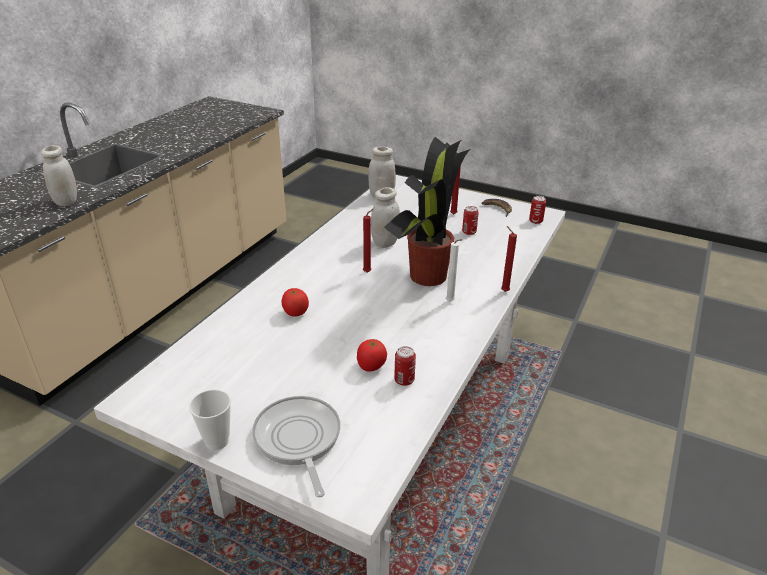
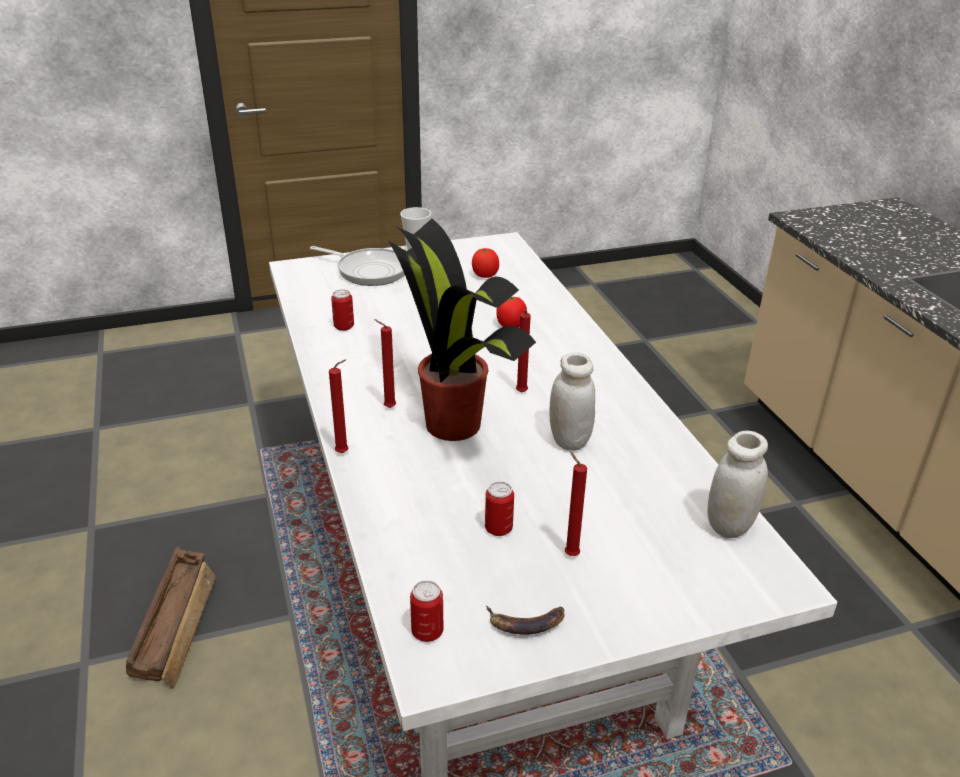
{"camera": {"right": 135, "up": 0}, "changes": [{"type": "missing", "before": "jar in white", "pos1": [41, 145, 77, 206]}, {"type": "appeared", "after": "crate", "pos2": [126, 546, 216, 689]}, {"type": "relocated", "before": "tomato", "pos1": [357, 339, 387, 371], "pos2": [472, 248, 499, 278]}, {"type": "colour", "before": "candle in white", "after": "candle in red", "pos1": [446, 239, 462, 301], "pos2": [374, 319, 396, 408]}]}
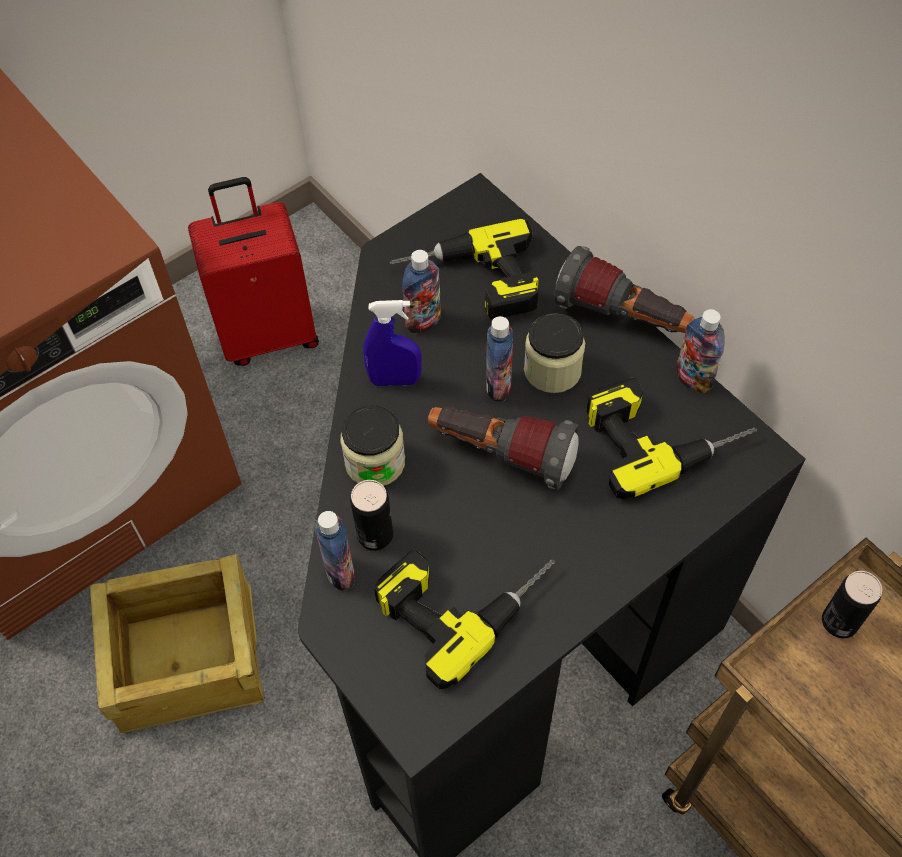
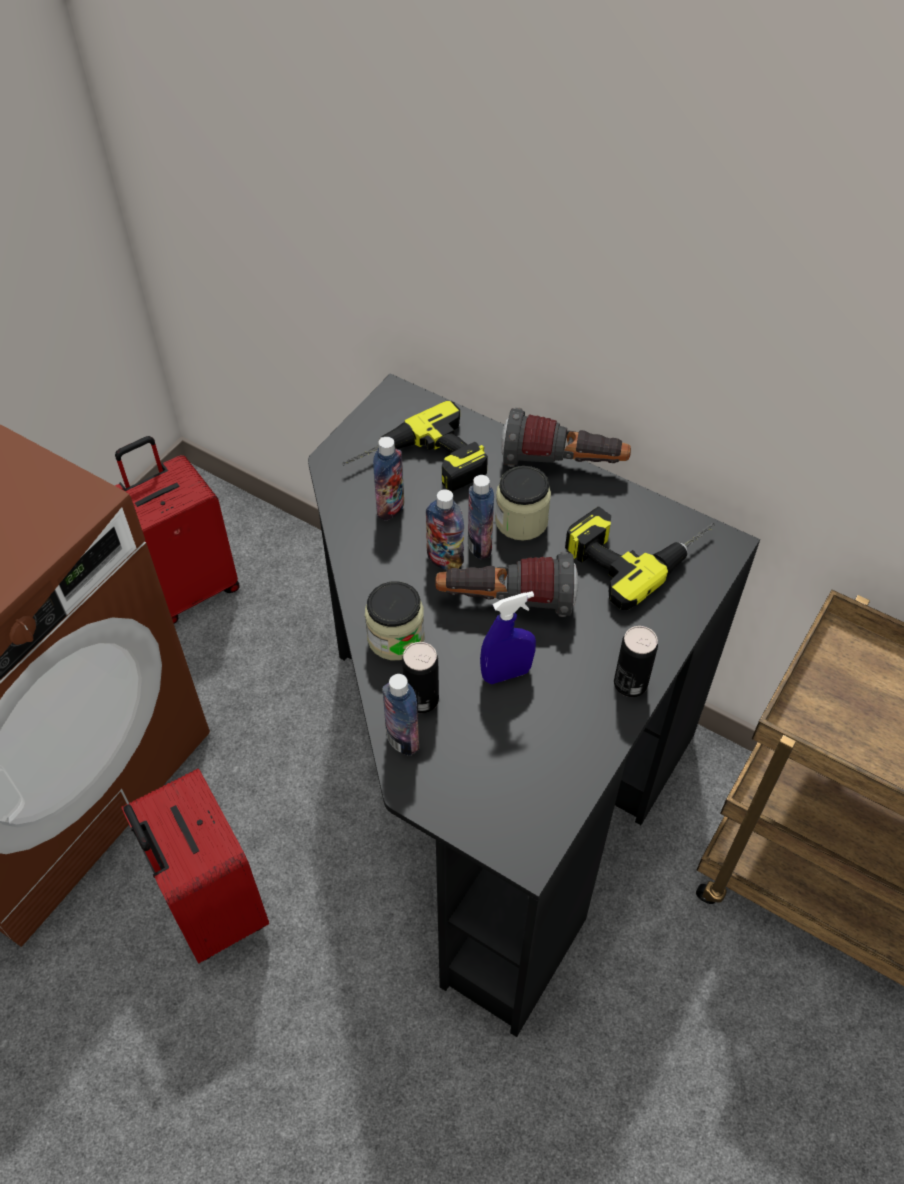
{"camera": {"right": -20, "up": -5}, "changes": [{"type": "missing", "before": "power drill", "pos1": [374, 550, 555, 689]}, {"type": "relocated", "before": "spray bottle in blue", "pos1": [363, 300, 422, 386], "pos2": [480, 591, 536, 684]}, {"type": "relocated", "before": "bottle", "pos1": [676, 309, 725, 394], "pos2": [426, 489, 464, 570]}, {"type": "relocated", "before": "can", "pos1": [822, 571, 882, 638], "pos2": [614, 626, 658, 697]}, {"type": "exchanged", "before": "crate", "after": "suitcase in red", "pos1": [90, 554, 264, 733], "pos2": [121, 768, 269, 964]}]}
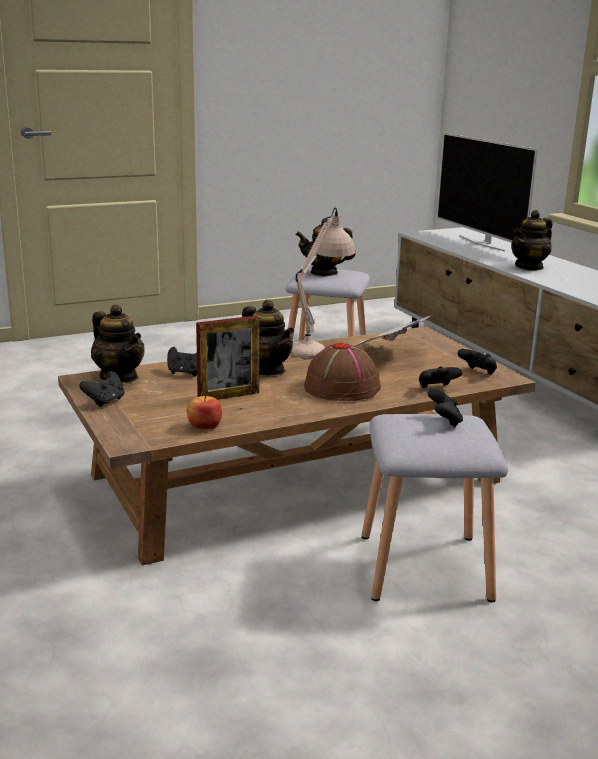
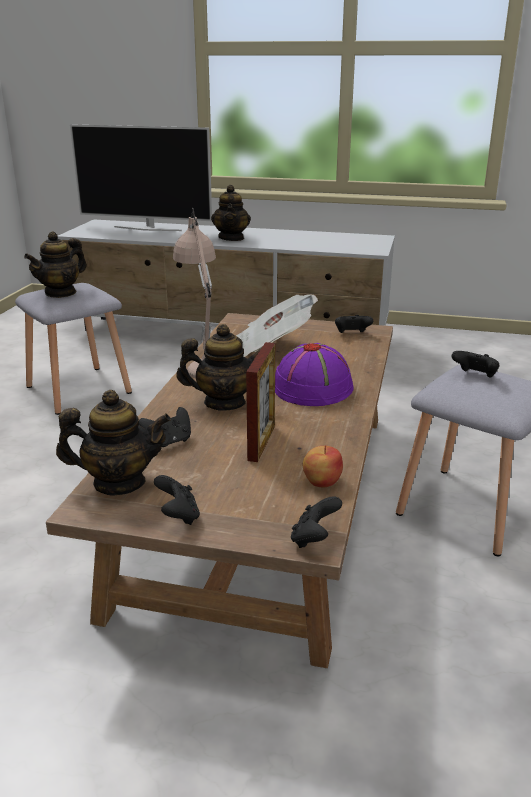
{"camera": {"right": -50, "up": 5}, "changes": [{"type": "relocated", "before": "game controller in black", "pos1": [419, 366, 462, 388], "pos2": [291, 497, 342, 548]}, {"type": "colour", "before": "hat in brown", "after": "hat in purple", "pos1": [304, 343, 381, 401], "pos2": [275, 343, 354, 406]}]}
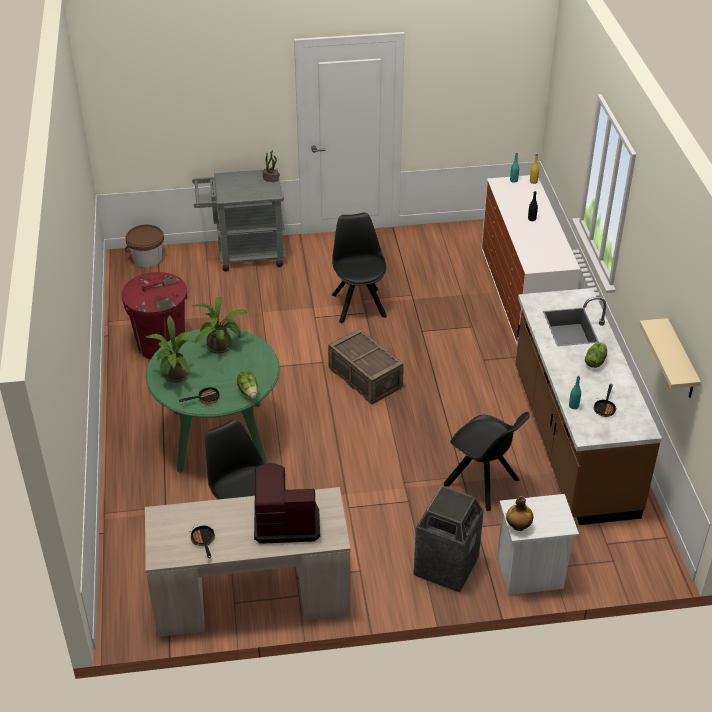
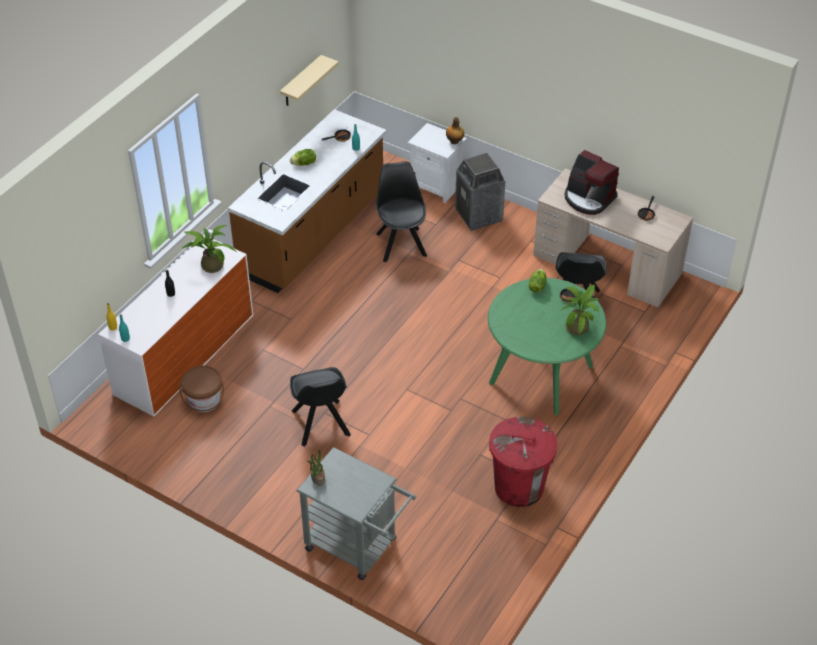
{"camera": {"right": -140, "up": 5}, "changes": [{"type": "missing", "before": "crate", "pos1": [328, 329, 404, 404]}, {"type": "relocated", "before": "bucket in brown", "pos1": [125, 225, 164, 267], "pos2": [180, 365, 224, 412]}, {"type": "relocated", "before": "potted plant", "pos1": [192, 297, 252, 354], "pos2": [182, 225, 237, 273]}, {"type": "spun", "before": "chair in black", "pos1": [332, 213, 387, 323], "pos2": [290, 367, 351, 447], "turn": -45}]}
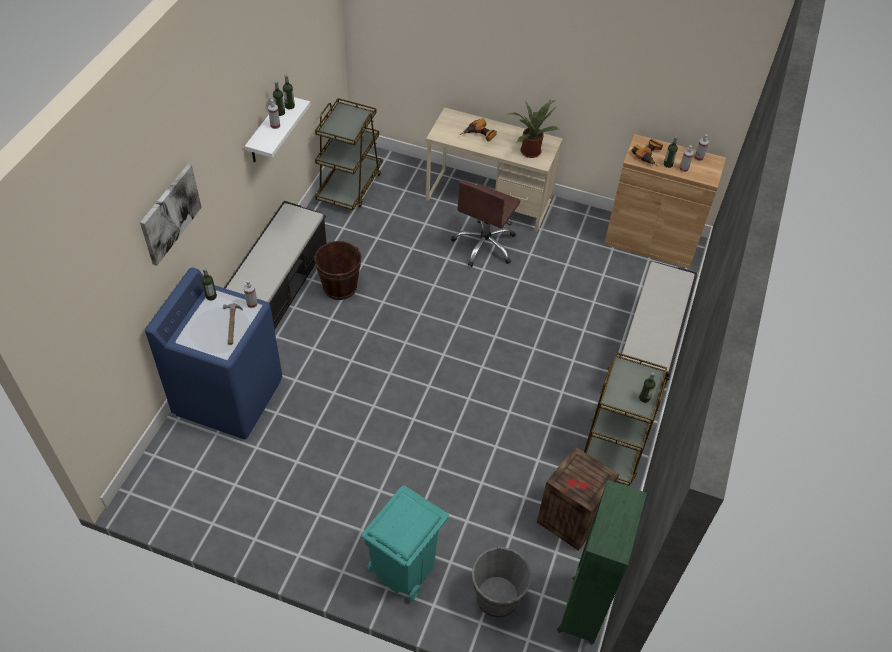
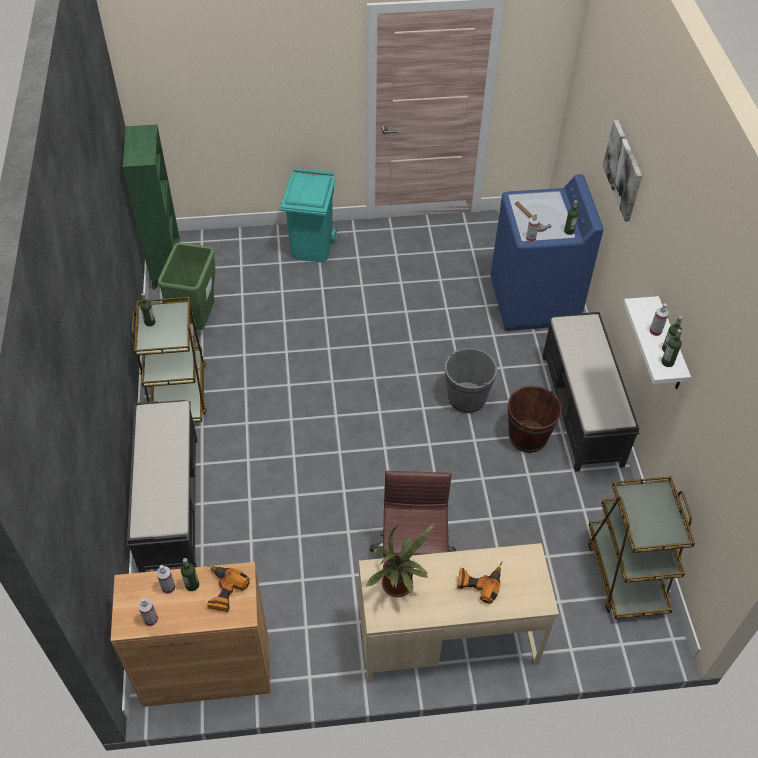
{"camera": {"right": 155, "up": 0}, "changes": [{"type": "relocated", "before": "bucket in grey", "pos1": [472, 546, 532, 618], "pos2": [445, 348, 497, 413]}, {"type": "exchanged", "before": "crate", "after": "trash can in green", "pos1": [537, 446, 619, 551], "pos2": [158, 243, 215, 330]}]}
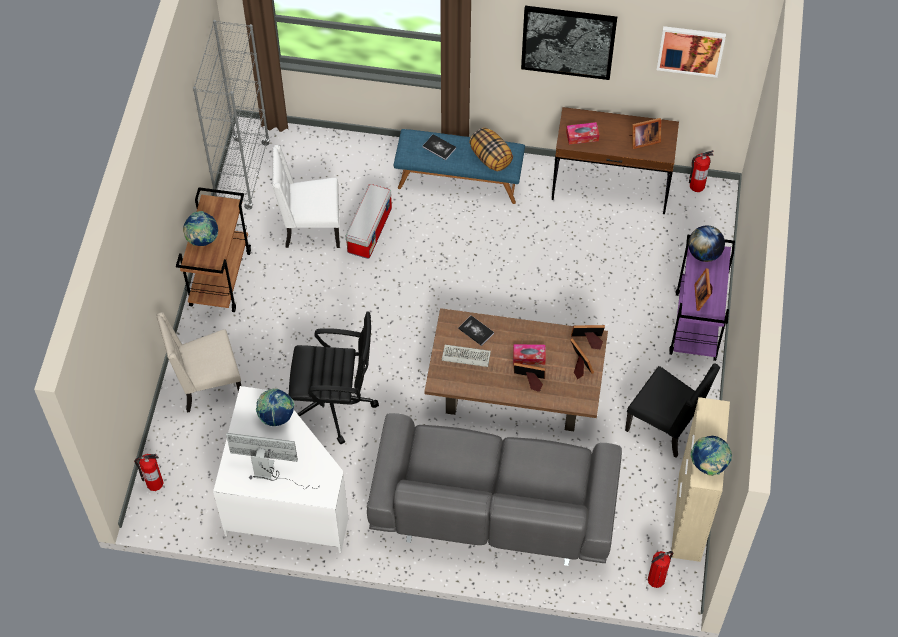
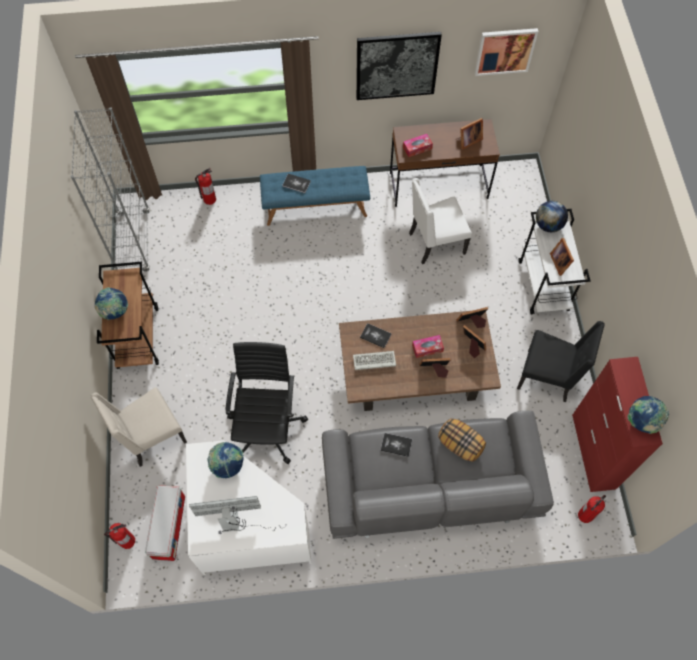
{"camera": {"right": -15, "up": 5}, "changes": [{"type": "appeared", "after": "book", "pos2": [381, 433, 412, 457]}, {"type": "relocated", "before": "chair in white", "pos1": [273, 145, 340, 248], "pos2": [409, 178, 472, 264]}, {"type": "relocated", "before": "storage box", "pos1": [345, 184, 392, 259], "pos2": [145, 485, 185, 561]}, {"type": "relocated", "before": "pillow", "pos1": [469, 128, 513, 171], "pos2": [438, 418, 486, 462]}, {"type": "relocated", "before": "fire extinguisher", "pos1": [689, 150, 714, 192], "pos2": [195, 168, 216, 205]}, {"type": "colour", "before": "cart in purple", "after": "cart in white", "pos1": [669, 235, 735, 361], "pos2": [518, 209, 591, 314]}, {"type": "colour", "before": "cabinet in beige", "after": "cabinet in red", "pos1": [671, 397, 730, 562], "pos2": [572, 357, 663, 492]}, {"type": "spun", "before": "office chair in black", "pos1": [289, 311, 379, 444], "pos2": [225, 342, 308, 464], "turn": -75}]}
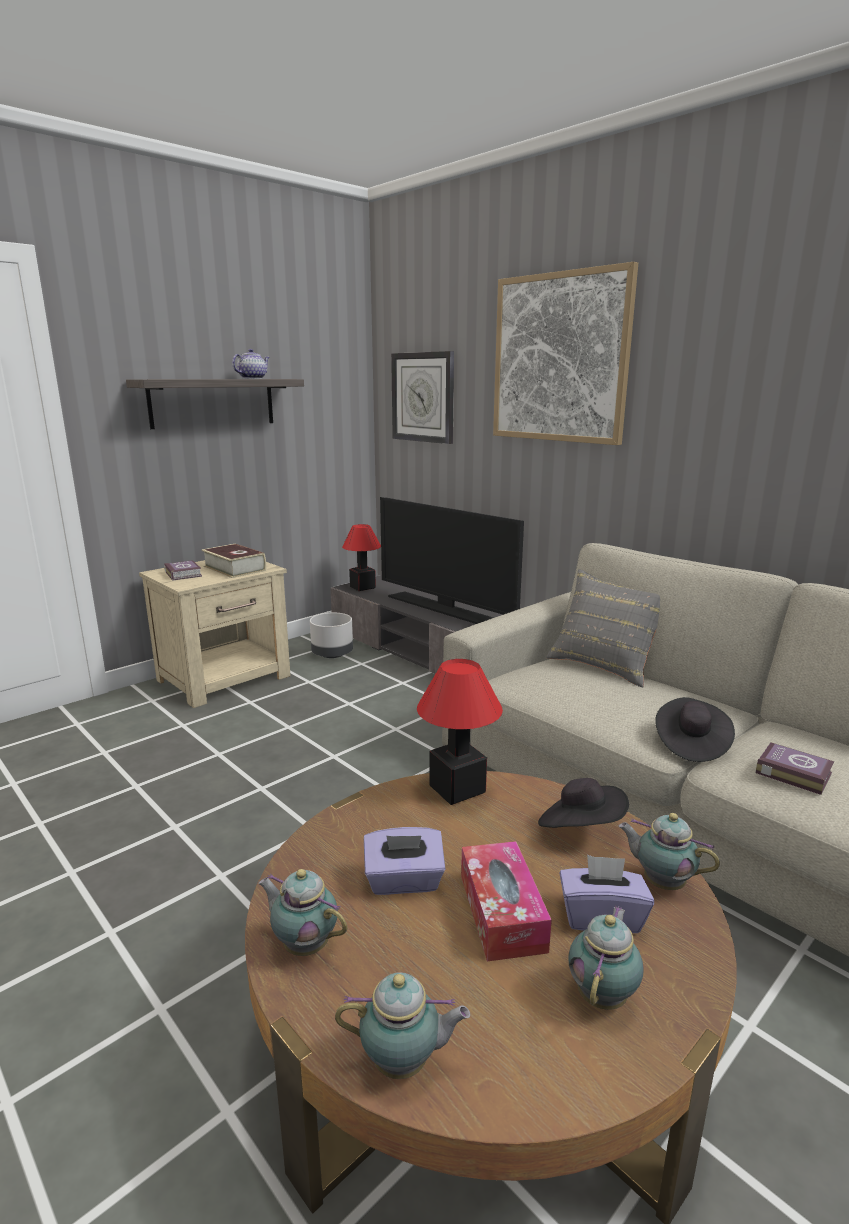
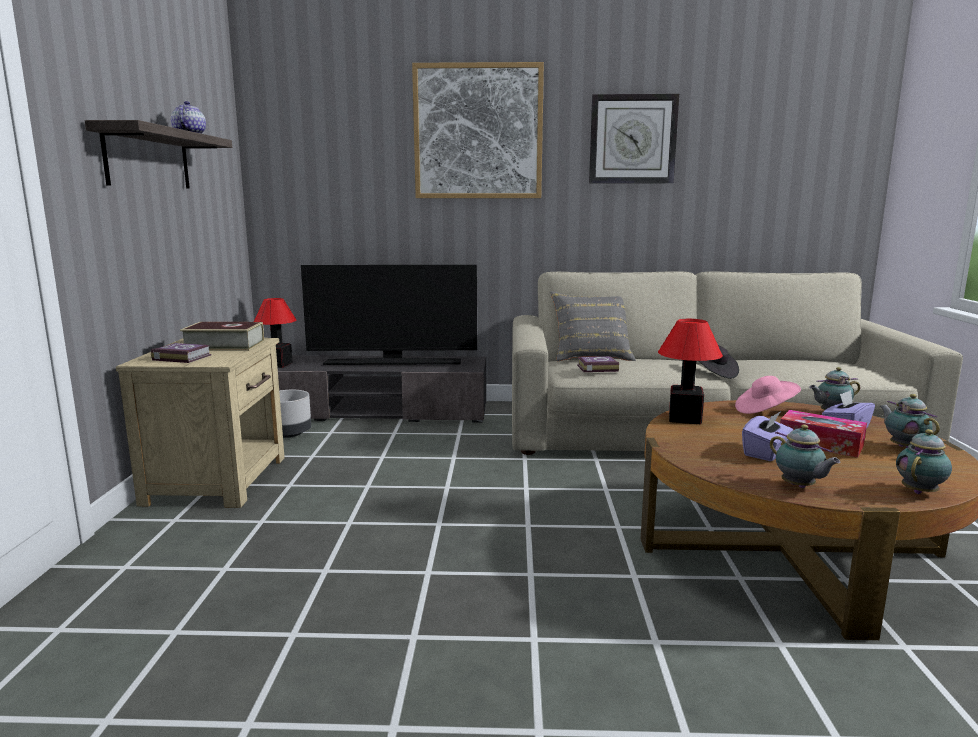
{"camera": {"right": -45, "up": -5}, "changes": [{"type": "relocated", "before": "wall clock", "pos1": [391, 351, 454, 444], "pos2": [589, 94, 679, 183]}, {"type": "relocated", "before": "book", "pos1": [756, 743, 834, 795], "pos2": [577, 356, 619, 372]}, {"type": "colour", "before": "hat in black", "after": "hat in pink", "pos1": [538, 778, 629, 828], "pos2": [735, 376, 801, 414]}, {"type": "spun", "before": "teapot", "pos1": [258, 869, 347, 956], "pos2": [770, 424, 840, 488], "turn": -105}]}
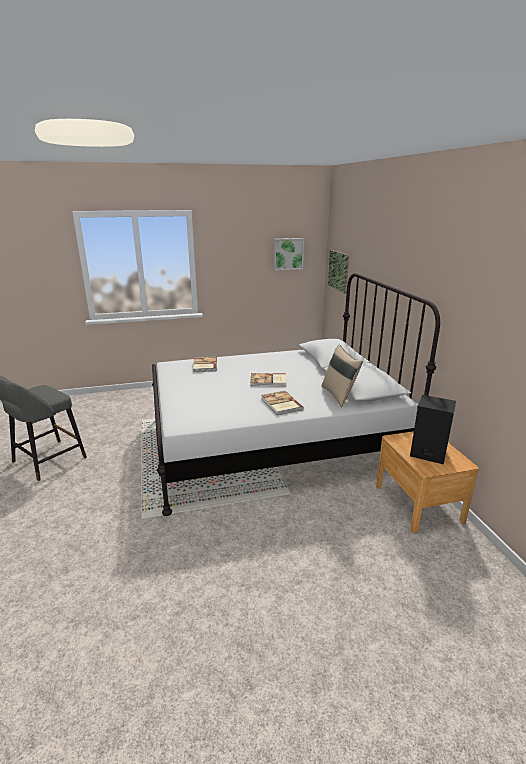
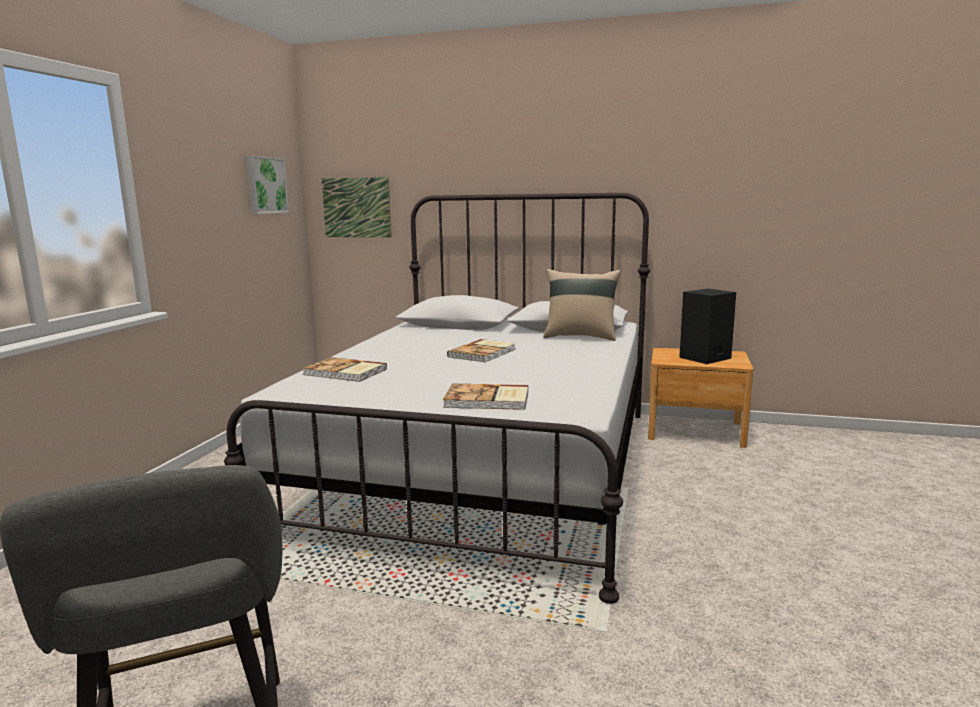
{"camera": {"right": -60, "up": -10}, "changes": [{"type": "relocated", "before": "book", "pos1": [261, 391, 304, 415], "pos2": [443, 384, 528, 410]}]}
